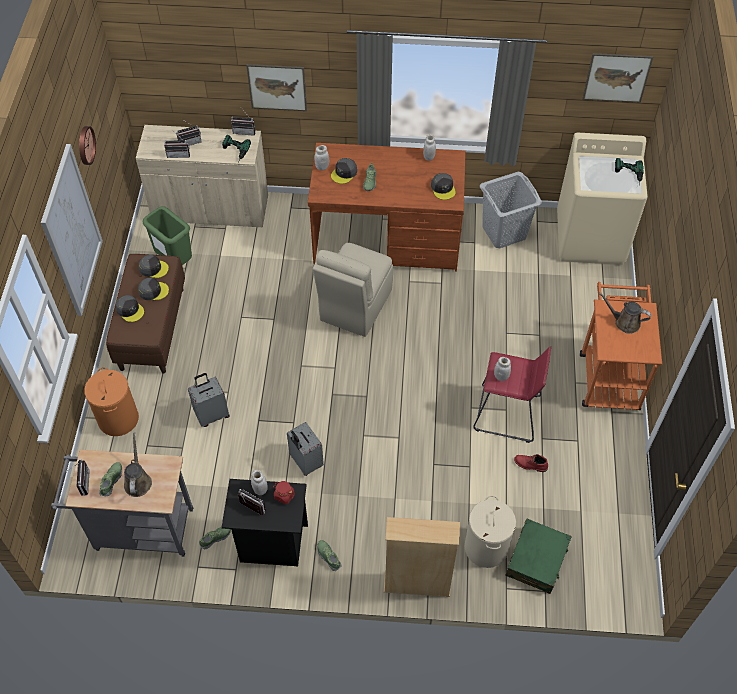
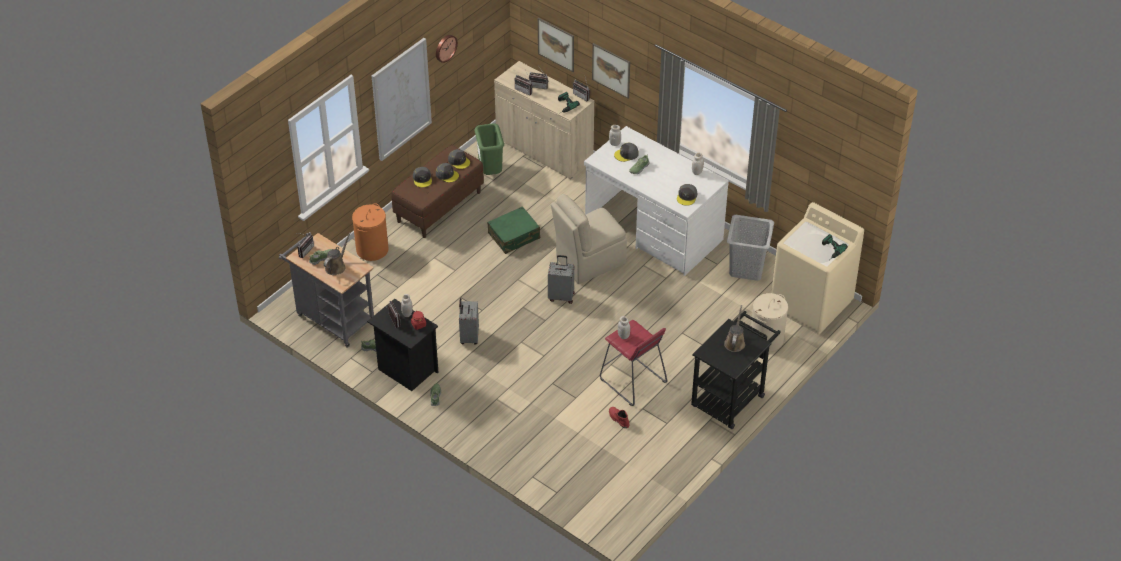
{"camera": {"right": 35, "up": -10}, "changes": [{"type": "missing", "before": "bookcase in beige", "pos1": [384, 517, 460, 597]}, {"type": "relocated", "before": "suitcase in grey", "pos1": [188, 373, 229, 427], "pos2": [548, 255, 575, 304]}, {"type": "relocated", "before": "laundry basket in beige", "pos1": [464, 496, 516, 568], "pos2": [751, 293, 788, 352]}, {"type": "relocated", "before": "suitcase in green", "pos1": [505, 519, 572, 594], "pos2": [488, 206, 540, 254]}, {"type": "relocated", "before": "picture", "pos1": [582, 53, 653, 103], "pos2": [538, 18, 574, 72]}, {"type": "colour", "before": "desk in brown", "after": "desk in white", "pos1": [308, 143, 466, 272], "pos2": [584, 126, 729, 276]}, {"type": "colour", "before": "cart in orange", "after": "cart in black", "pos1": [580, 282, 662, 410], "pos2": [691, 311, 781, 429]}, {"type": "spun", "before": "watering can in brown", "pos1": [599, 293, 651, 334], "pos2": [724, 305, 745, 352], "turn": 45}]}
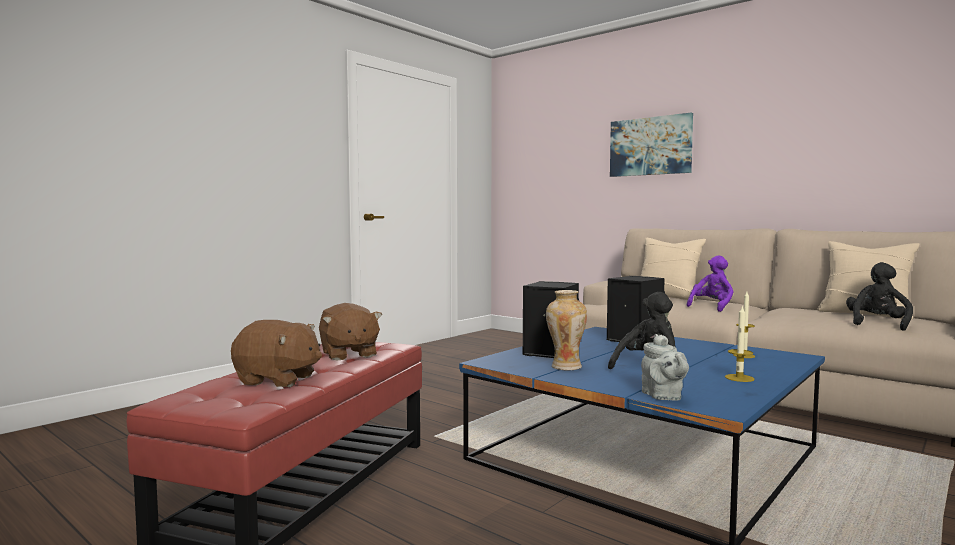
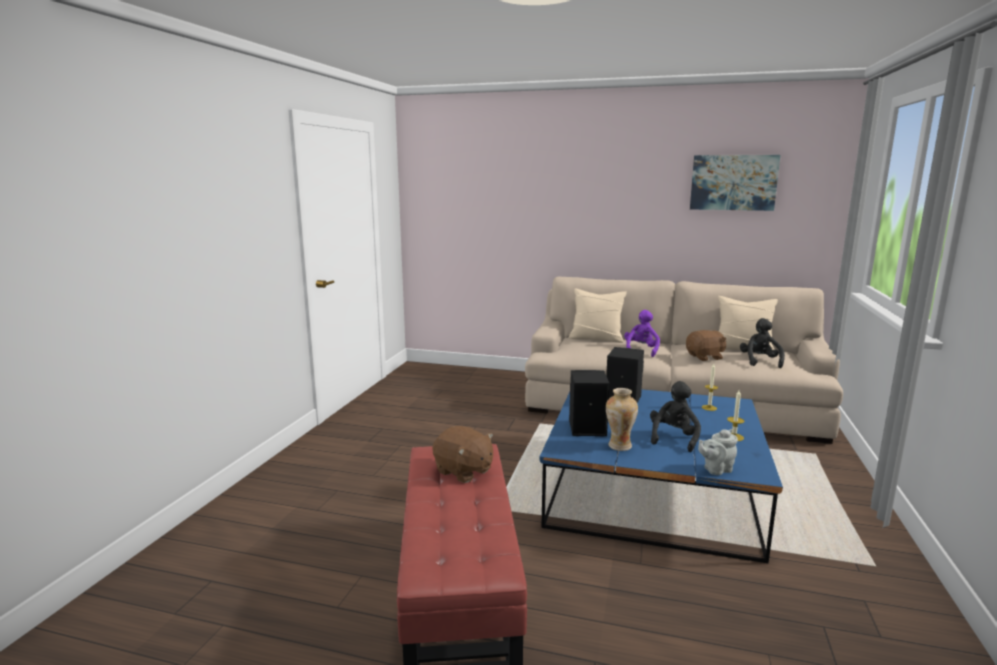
{"camera": {"right": -25, "up": 10}, "changes": [{"type": "relocated", "before": "plush toy in brown", "pos1": [231, 320, 322, 387], "pos2": [686, 330, 726, 361]}, {"type": "relocated", "before": "picture", "pos1": [610, 113, 693, 177], "pos2": [690, 155, 780, 211]}, {"type": "spun", "before": "teapot in grey", "pos1": [641, 334, 689, 401], "pos2": [698, 429, 738, 475], "turn": 105}]}
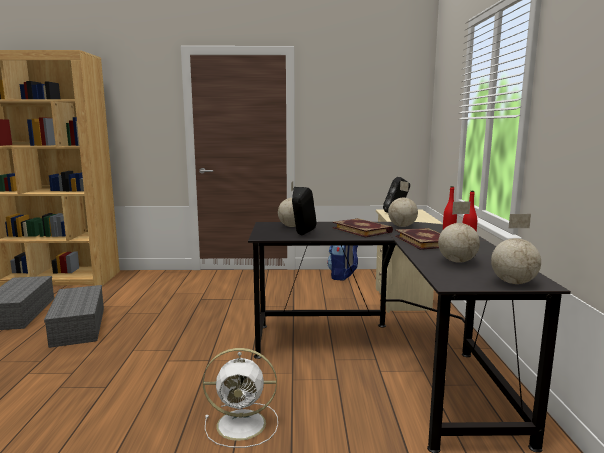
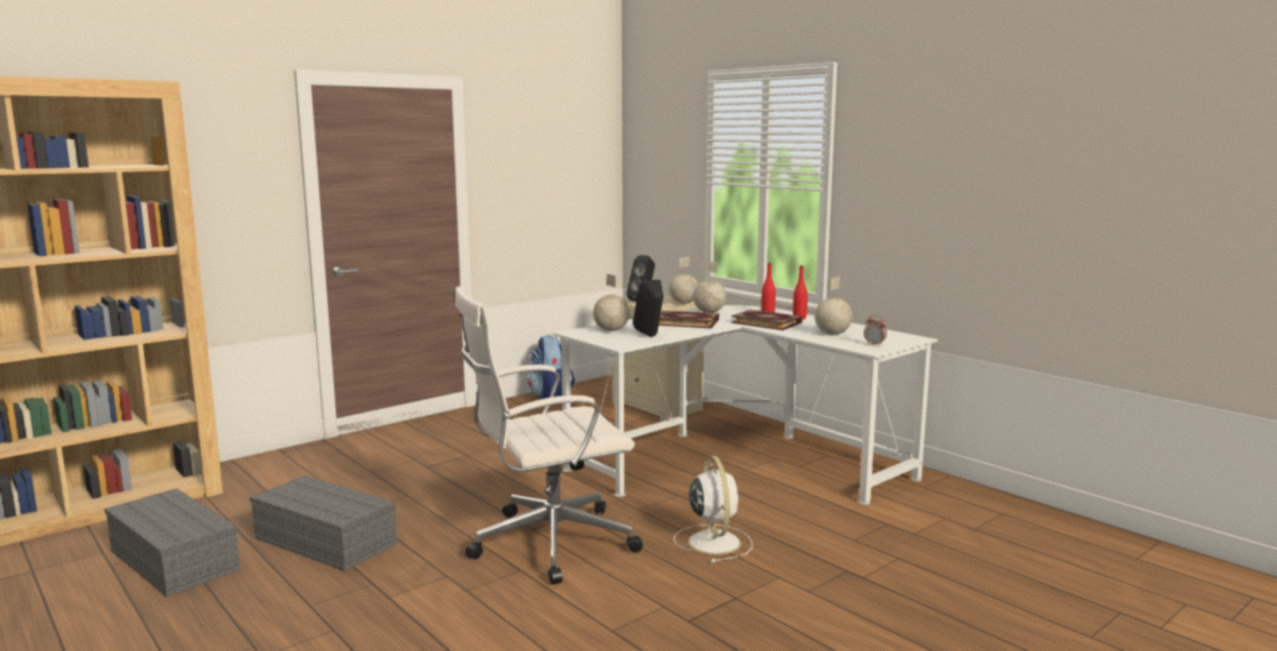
{"camera": {"right": -40, "up": 0}, "changes": [{"type": "appeared", "after": "office chair in white", "pos2": [455, 287, 643, 584]}, {"type": "appeared", "after": "alarm clock", "pos2": [864, 315, 887, 346]}, {"type": "relocated", "before": "globe", "pos1": [491, 214, 541, 284], "pos2": [669, 257, 698, 304]}, {"type": "colour", "before": "desk in black", "after": "desk in white", "pos1": [248, 222, 571, 453], "pos2": [553, 305, 938, 505]}, {"type": "spun", "before": "fan in white", "pos1": [203, 348, 278, 448], "pos2": [674, 456, 752, 563], "turn": -60}]}
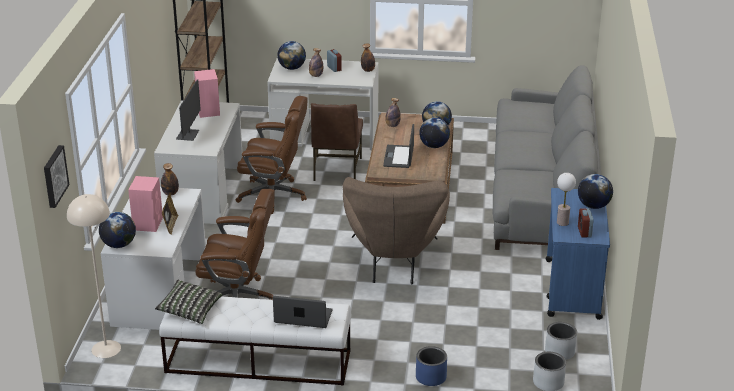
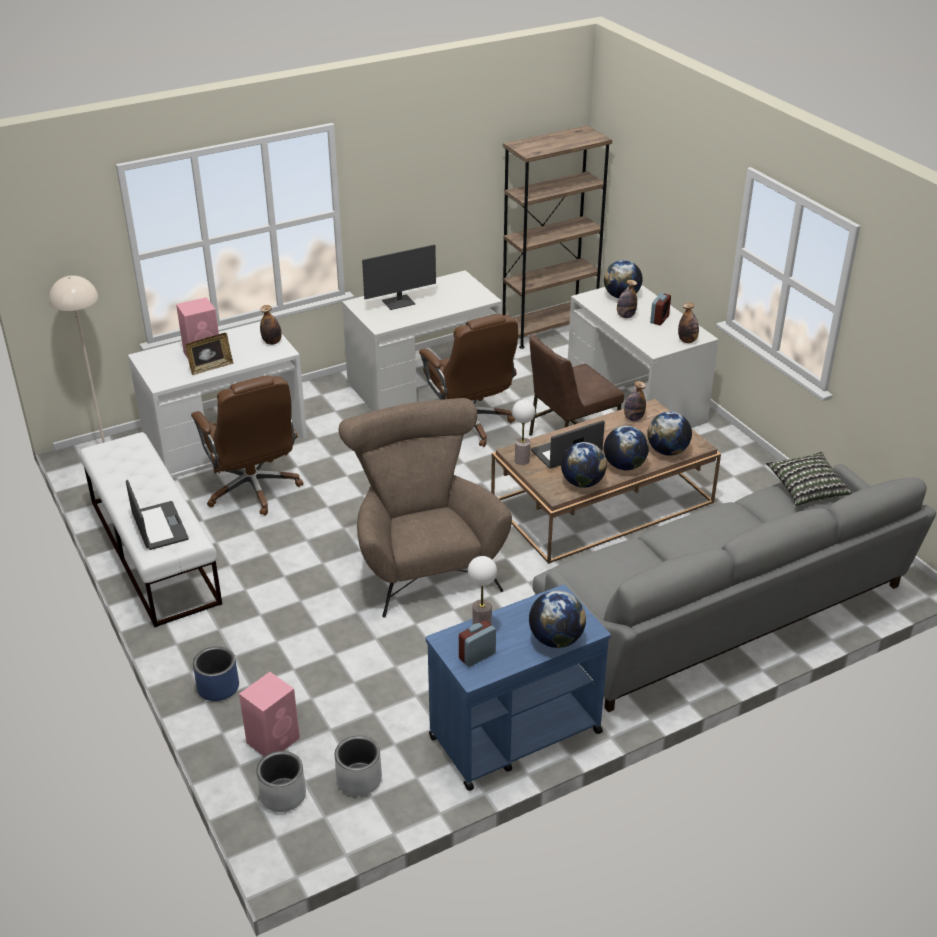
{"camera": {"right": 55, "up": 5}, "changes": [{"type": "missing", "before": "picture", "pos1": [44, 145, 69, 208]}, {"type": "appeared", "after": "table lamp", "pos2": [512, 400, 535, 465]}, {"type": "relocated", "before": "globe", "pos1": [99, 212, 136, 248], "pos2": [561, 442, 607, 488]}, {"type": "relocated", "before": "pillow", "pos1": [155, 280, 223, 324], "pos2": [766, 452, 851, 506]}, {"type": "relocated", "before": "speaker in pink", "pos1": [194, 69, 220, 118], "pos2": [239, 672, 300, 757]}, {"type": "spun", "before": "armchair in brown", "pos1": [342, 177, 450, 284], "pos2": [339, 398, 512, 618], "turn": 105}]}
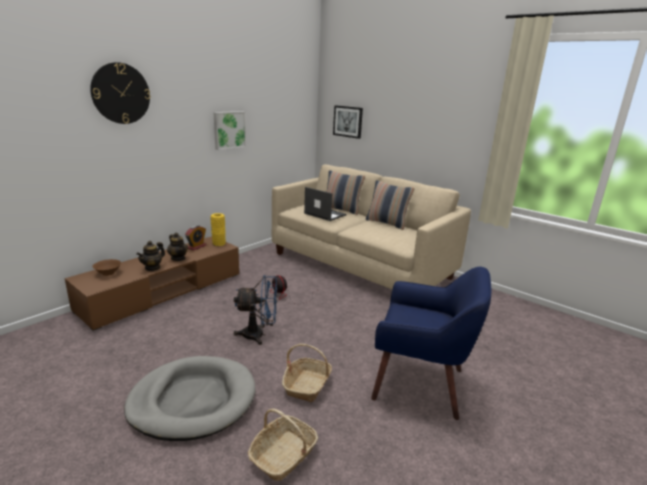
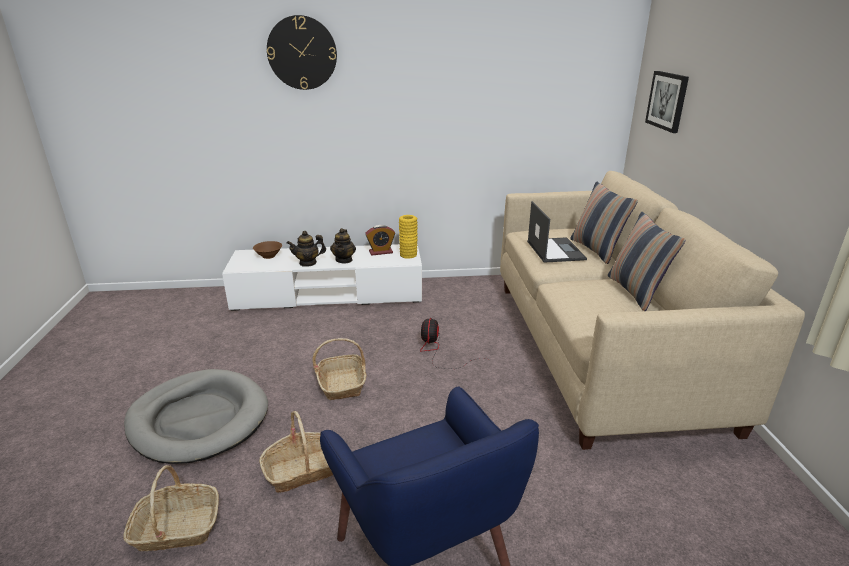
{"camera": {"right": 45, "up": 5}, "changes": [{"type": "missing", "before": "picture", "pos1": [213, 111, 246, 150]}, {"type": "exchanged", "before": "fan in blue", "after": "basket", "pos1": [234, 275, 277, 345], "pos2": [313, 338, 366, 400]}, {"type": "colour", "before": "tv stand in brown", "after": "tv stand in white", "pos1": [65, 236, 239, 331], "pos2": [222, 244, 422, 311]}]}
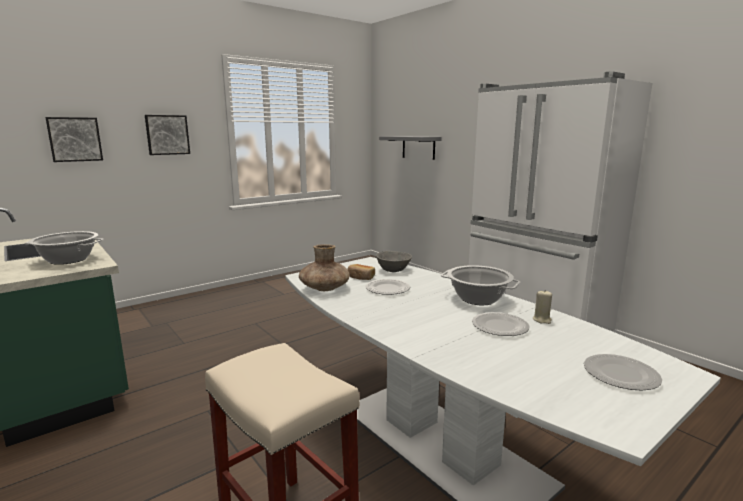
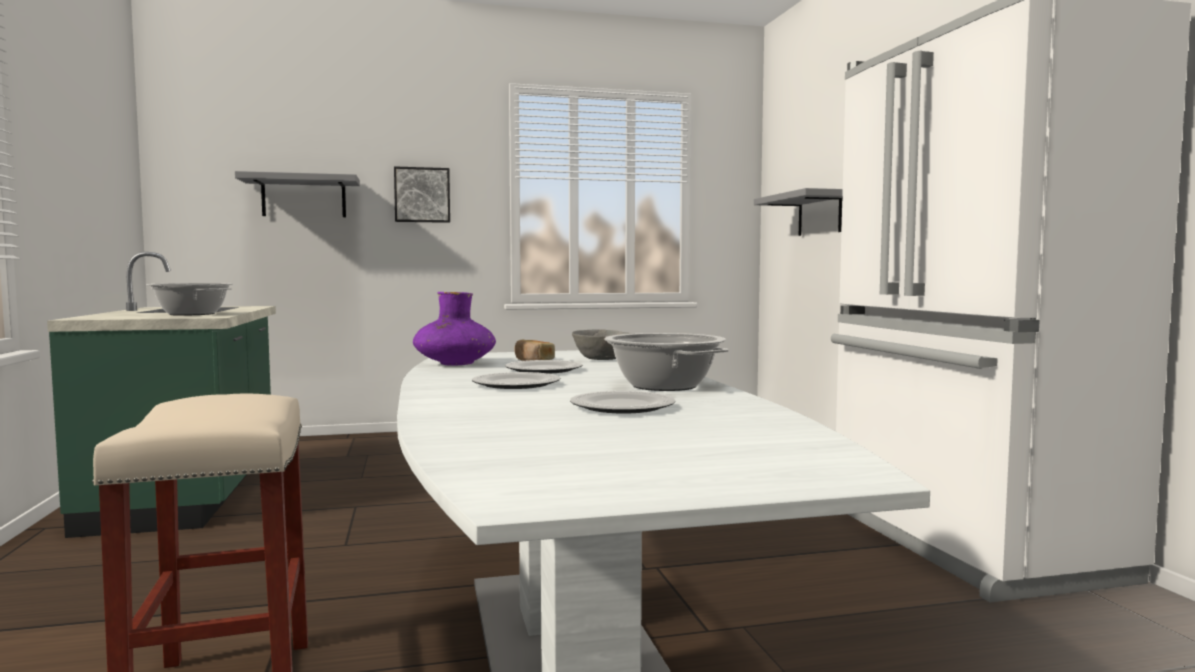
{"camera": {"right": 25, "up": -10}, "changes": [{"type": "missing", "before": "candle in beige", "pos1": [533, 290, 552, 324]}, {"type": "relocated", "before": "plate", "pos1": [584, 354, 662, 391], "pos2": [472, 372, 560, 389]}, {"type": "exchanged", "before": "picture", "after": "shelf in grey", "pos1": [45, 117, 103, 162], "pos2": [235, 171, 360, 217]}, {"type": "colour", "before": "vase in brown", "after": "vase in purple", "pos1": [299, 244, 350, 291], "pos2": [413, 292, 496, 366]}]}
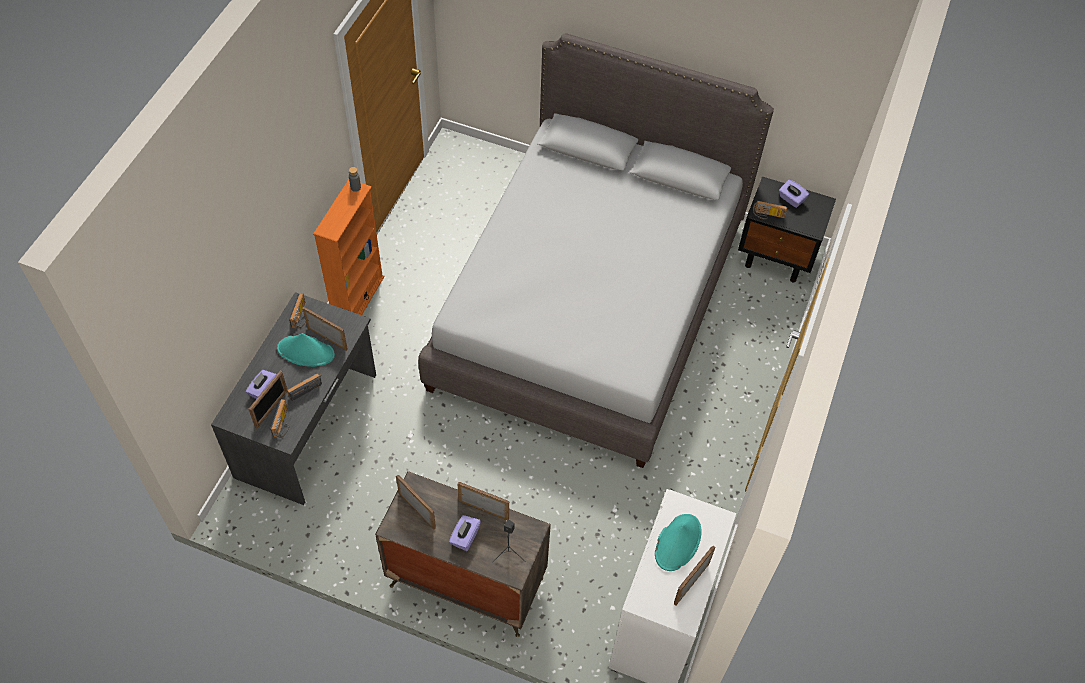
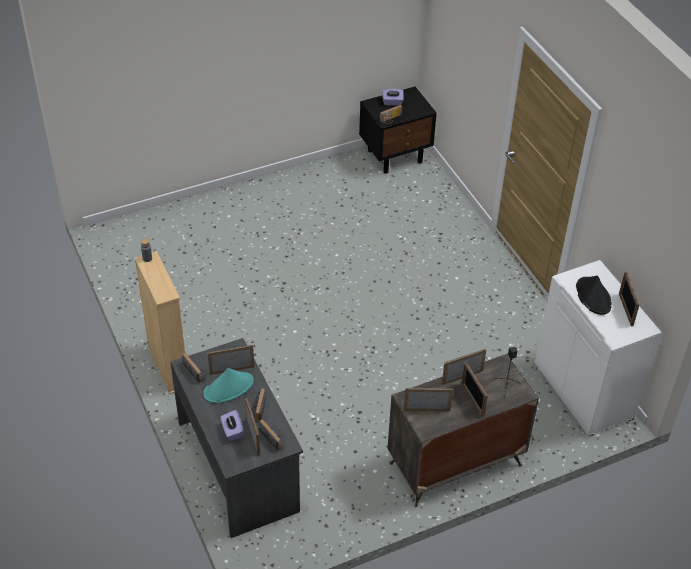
{"camera": {"right": -45, "up": -10}, "changes": [{"type": "missing", "before": "bed in grey", "pos1": [418, 33, 774, 468]}, {"type": "exchanged", "before": "tissue box in purple", "after": "picture frame", "pos1": [449, 515, 481, 551], "pos2": [461, 362, 488, 417]}, {"type": "colour", "before": "bookcase in orange", "after": "bookcase in beige", "pos1": [313, 179, 384, 315], "pos2": [135, 251, 185, 394]}, {"type": "colour", "before": "hat in turquoise", "after": "hat in black", "pos1": [655, 514, 702, 571], "pos2": [576, 276, 612, 315]}]}
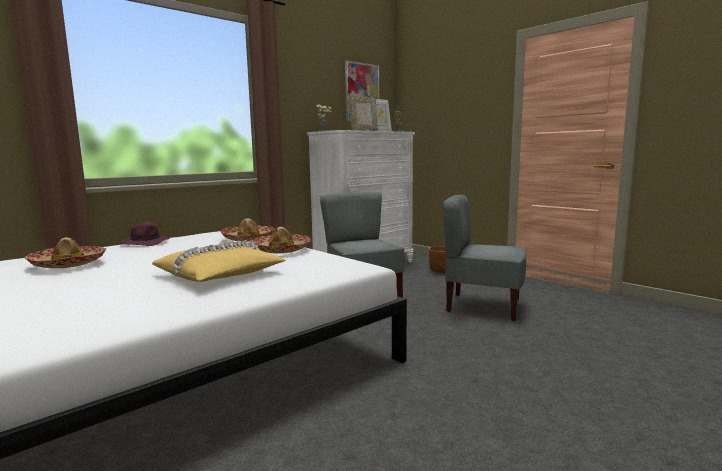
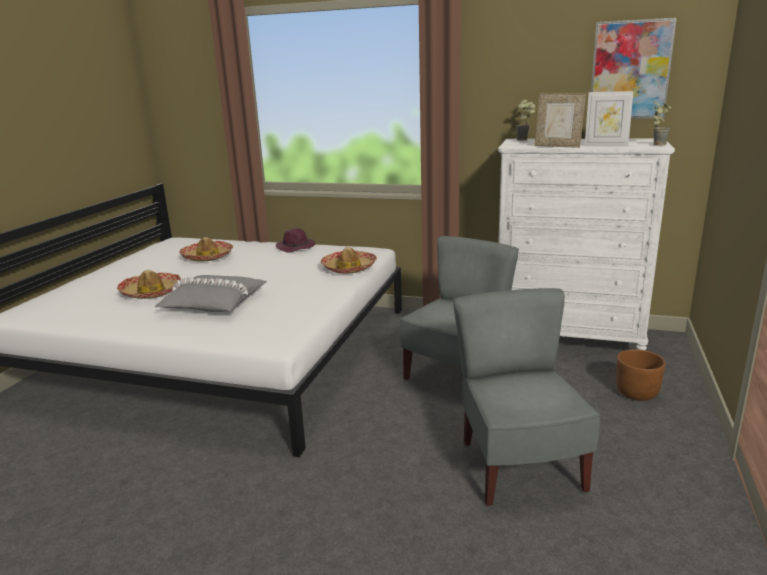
{"camera": {"right": 60, "up": 10}, "changes": [{"type": "relocated", "before": "hat", "pos1": [250, 227, 311, 254], "pos2": [117, 270, 181, 299]}, {"type": "colour", "before": "pillow in yellow", "after": "pillow in grey", "pos1": [152, 240, 286, 282], "pos2": [155, 275, 267, 312]}]}
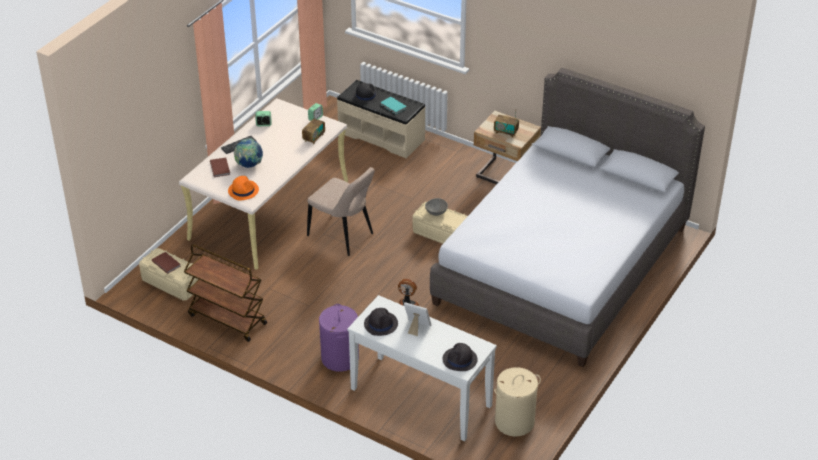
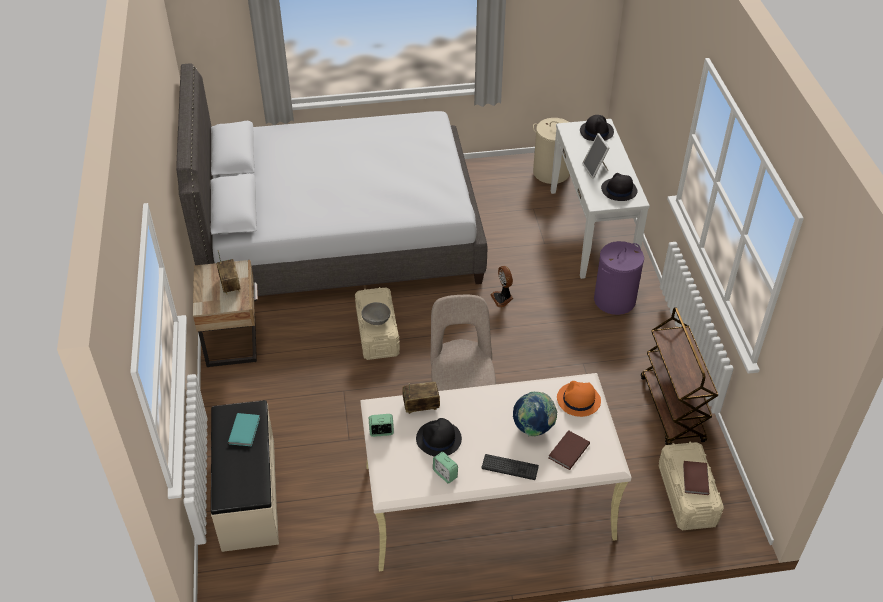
{"camera": {"right": -130, "up": 5}, "changes": [{"type": "relocated", "before": "hat in black", "pos1": [352, 83, 380, 103], "pos2": [416, 418, 462, 457]}]}
